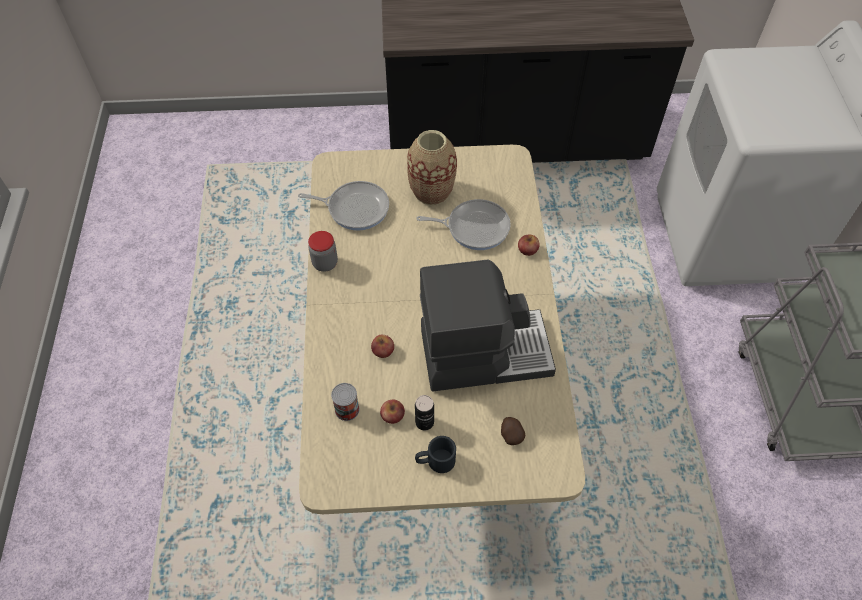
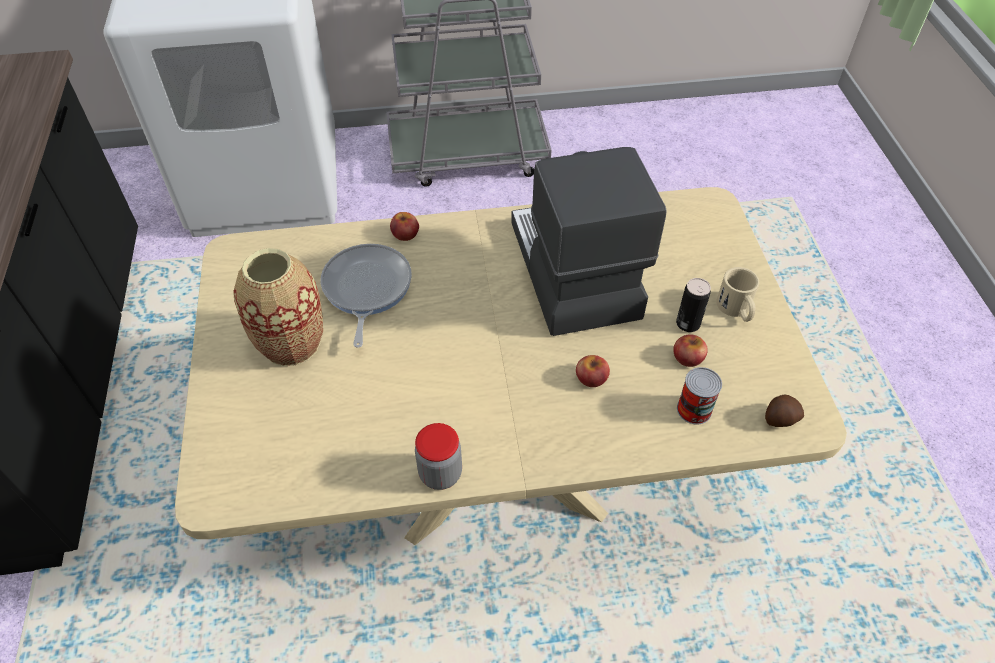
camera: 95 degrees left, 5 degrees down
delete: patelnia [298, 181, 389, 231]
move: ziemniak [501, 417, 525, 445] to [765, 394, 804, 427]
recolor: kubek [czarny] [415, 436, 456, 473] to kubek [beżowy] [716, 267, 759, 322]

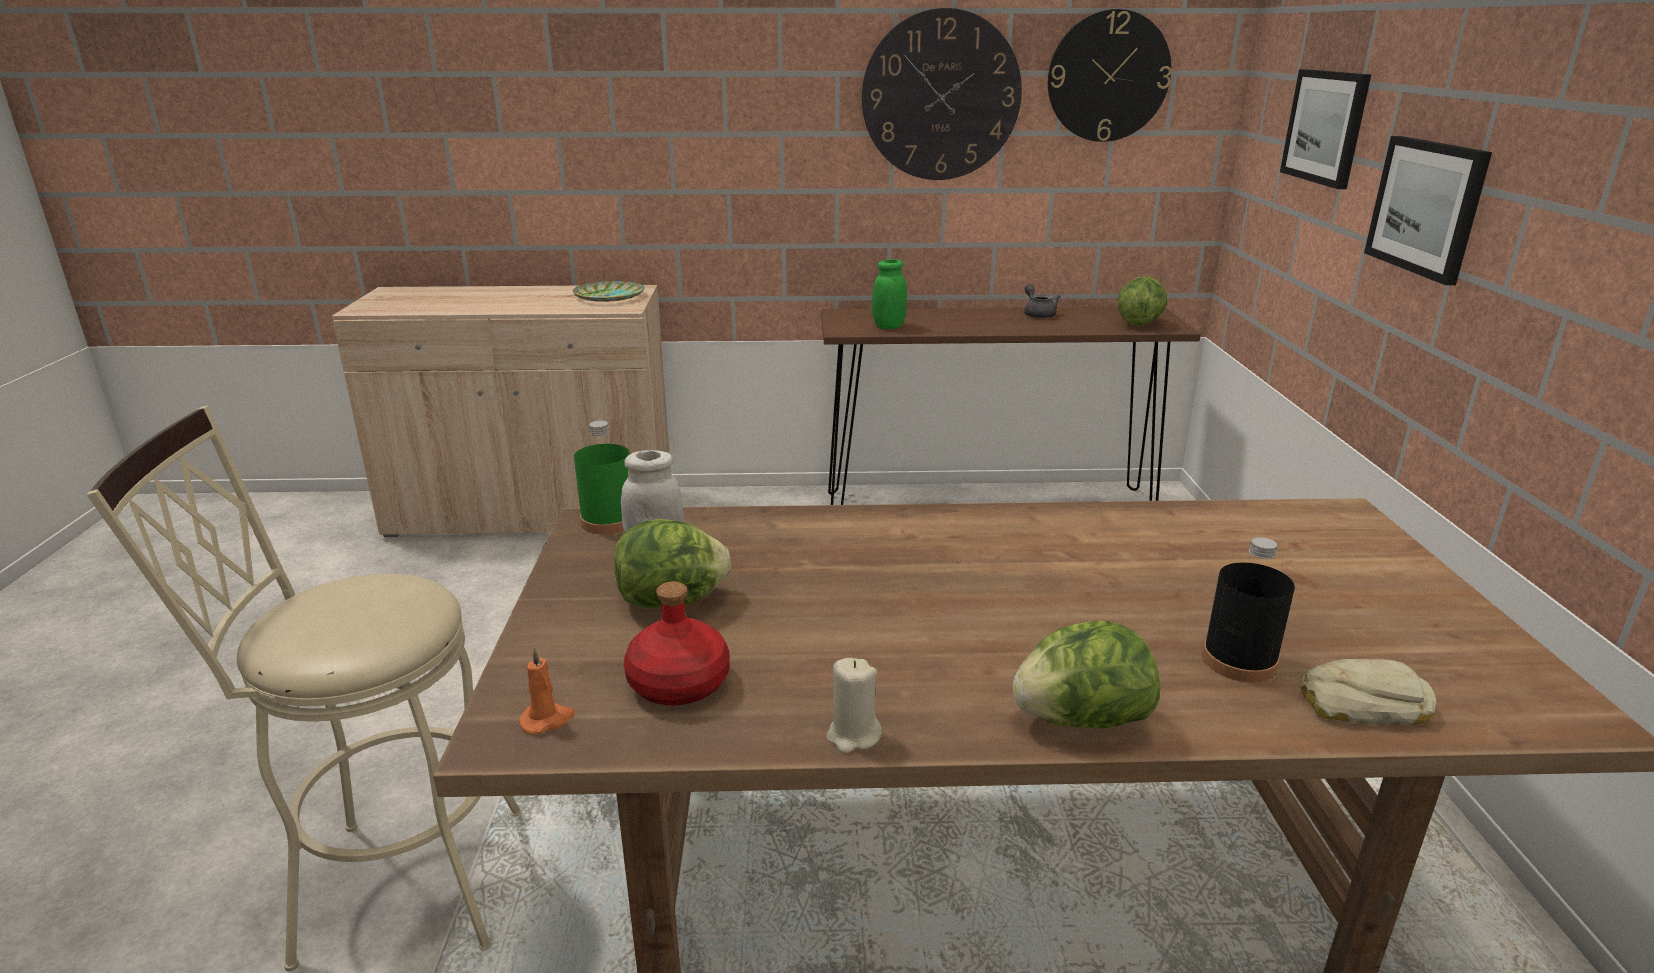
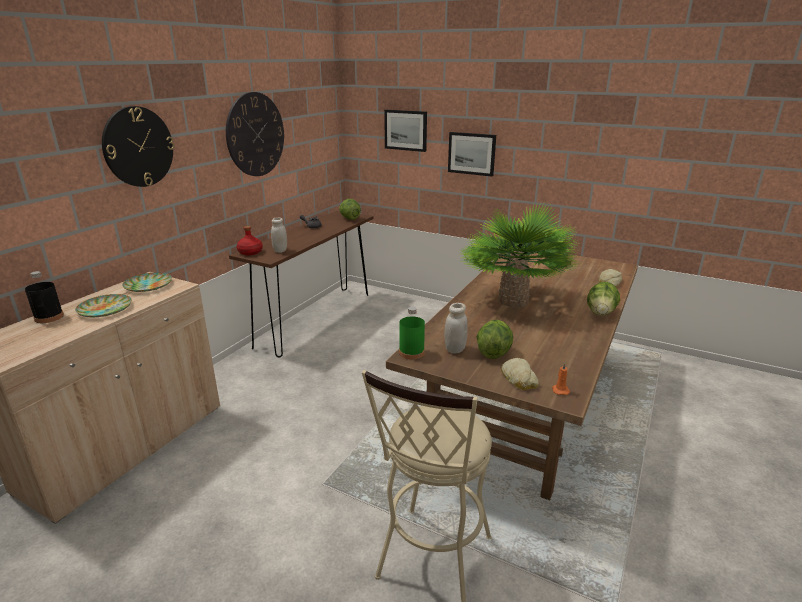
camera: 60 degrees left, 0 degrees up
delete: świeca [beżowy] [826, 658, 882, 753]
insert: talerz [75, 294, 132, 317]; roślina doniczkowa [459, 203, 579, 307]; chleb [501, 358, 539, 390]
move: butelka [czerwony] [624, 581, 730, 705] to [237, 226, 263, 255]; zegar ścienny [1048, 9, 1171, 142] to [102, 106, 174, 187]; butelka [czarny] [1202, 537, 1295, 683] to [25, 271, 64, 323]
recolor: słoik [zielony] [872, 259, 907, 329] to słoik [biały] [271, 217, 287, 253]

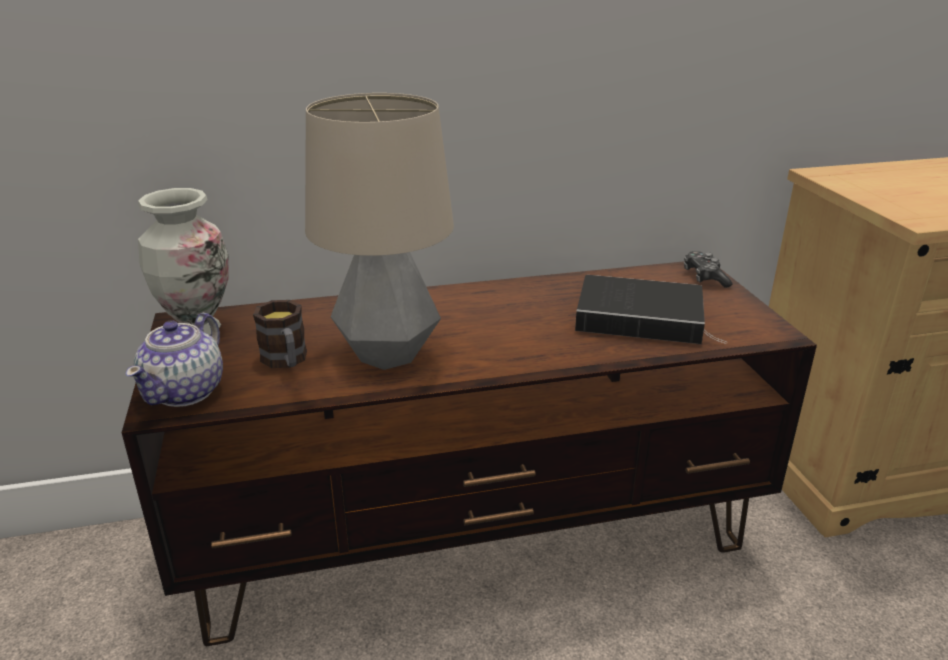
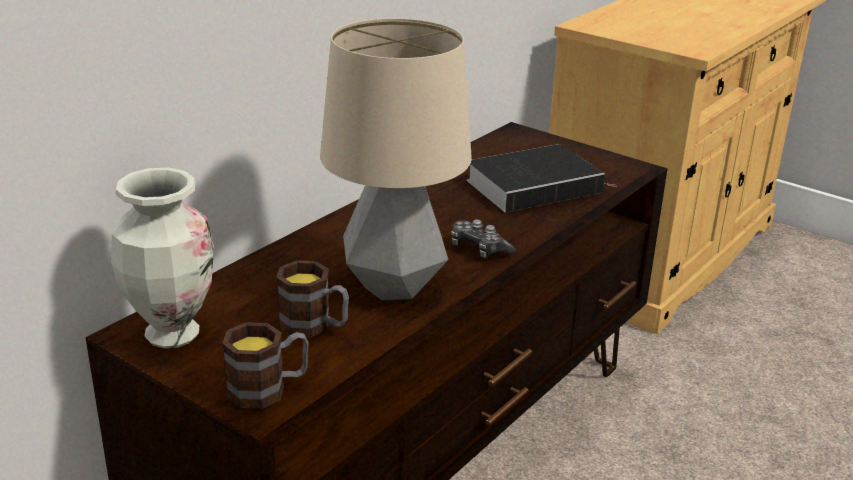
camera: 40 degrees left, 0 degrees up
move: pad do gier [684, 251, 733, 288] to [451, 219, 516, 258]
replace: imbryk [126, 313, 223, 407] to kubek [222, 322, 309, 409]

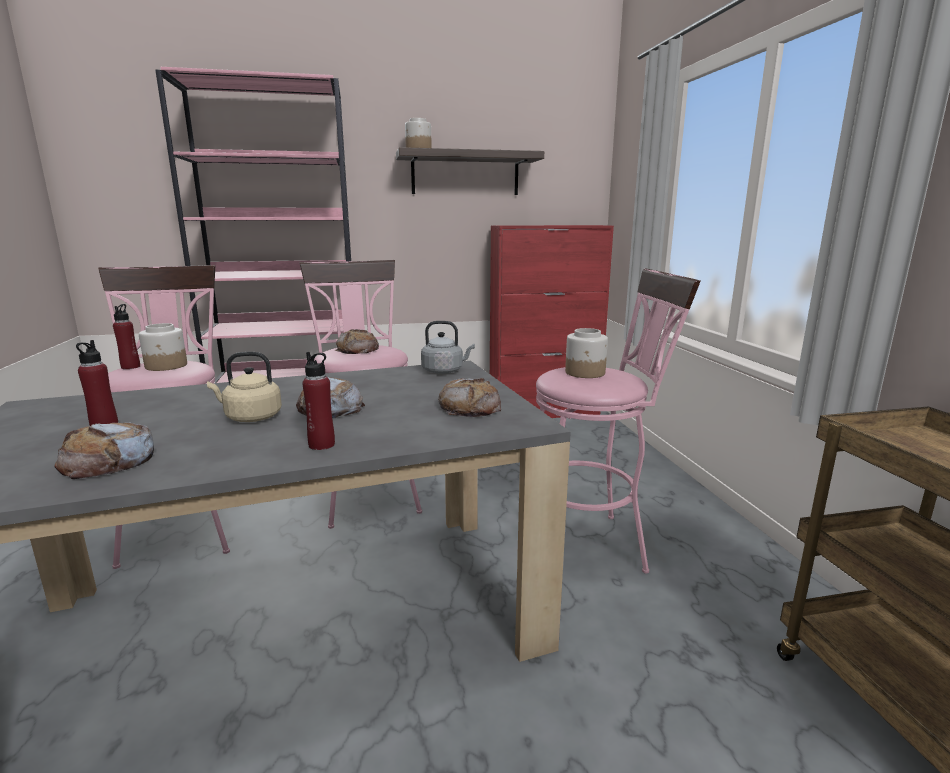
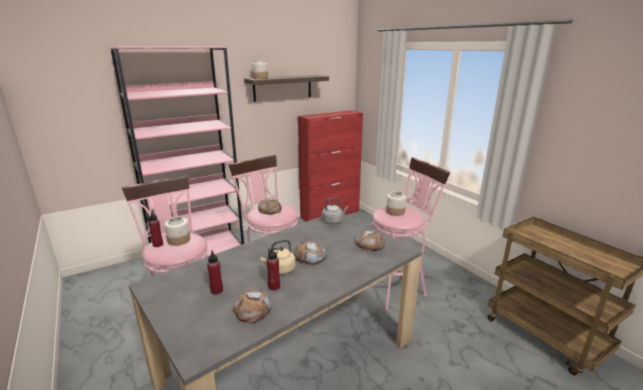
camera: 20 degrees left, 5 degrees up
move: butelka [czerwony] [302, 352, 335, 450] to [267, 248, 280, 290]

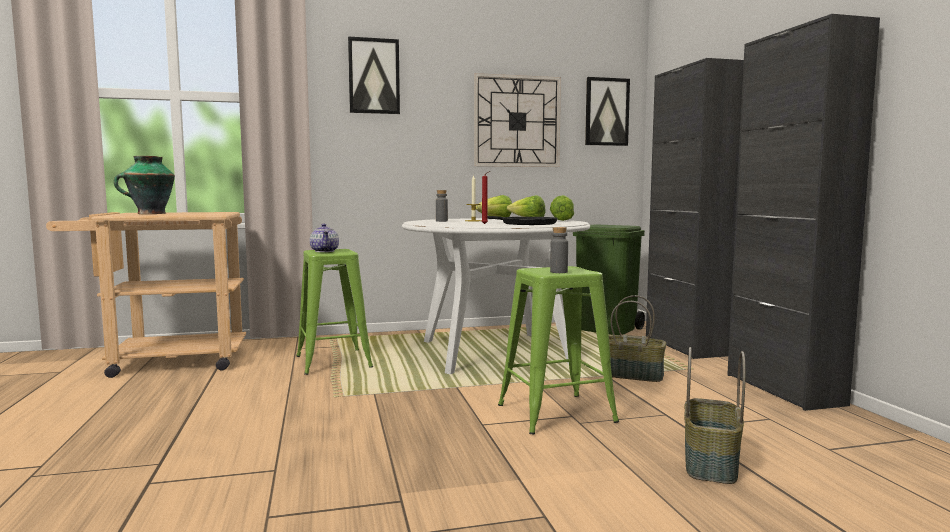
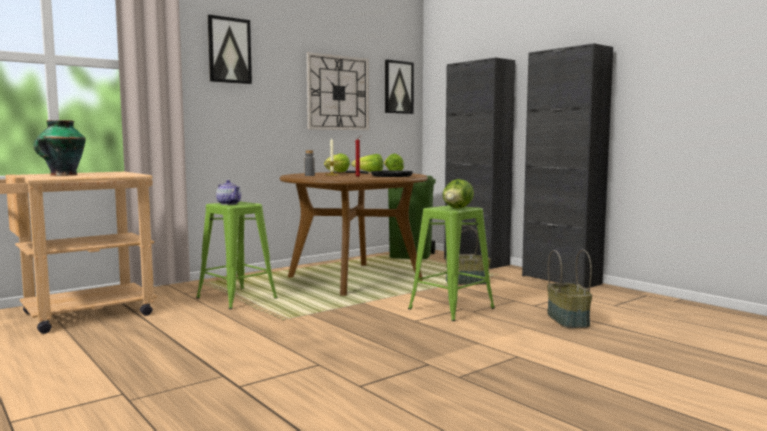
camera: 25 degrees left, 0 degrees up
replace: butelka [szary] [550, 227, 568, 273] to sałata [442, 179, 474, 209]
recolor: stół jadalny [biały] [402, 218, 590, 374] to stół jadalny [brązowy] [280, 172, 428, 296]

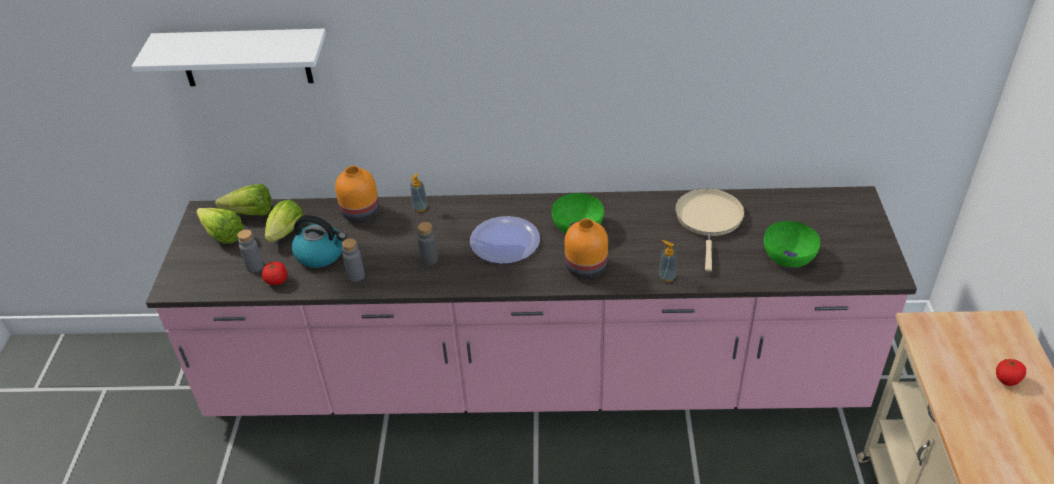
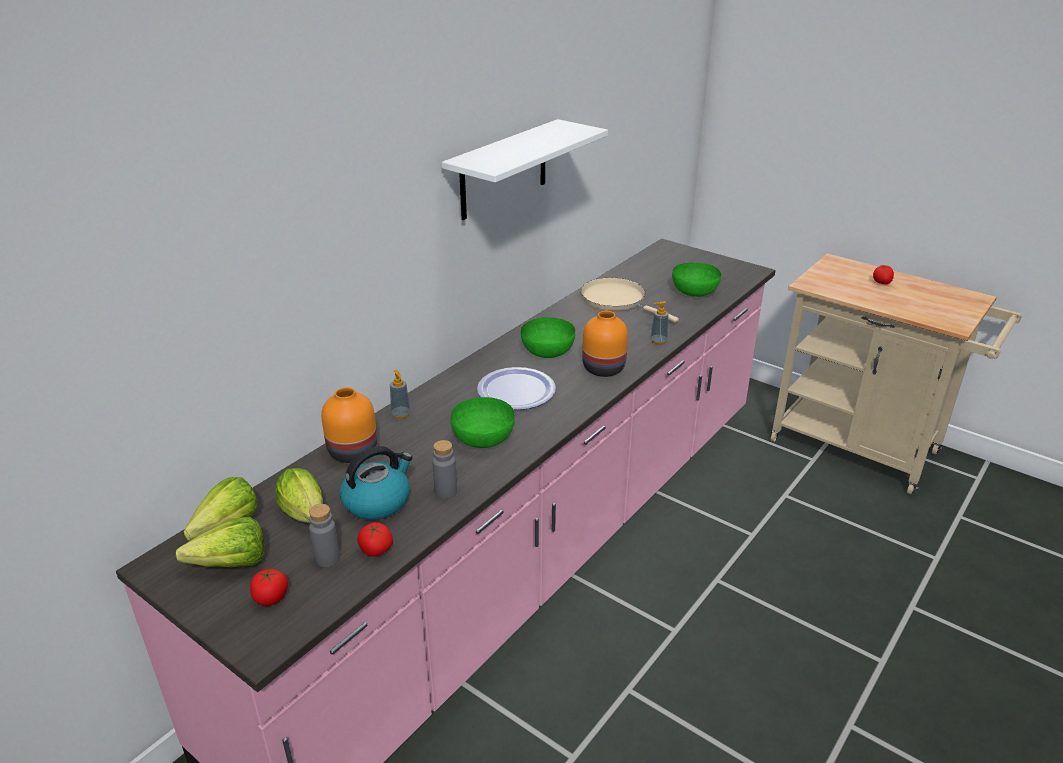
camera: 55 degrees left, 10 degrees down
insert: pomidor [250, 568, 288, 606]
move: półka [biały] [131, 29, 326, 86] to [442, 119, 608, 220]
replace: butelka [szary] [418, 222, 438, 265] to miska [zielony] [450, 397, 515, 448]

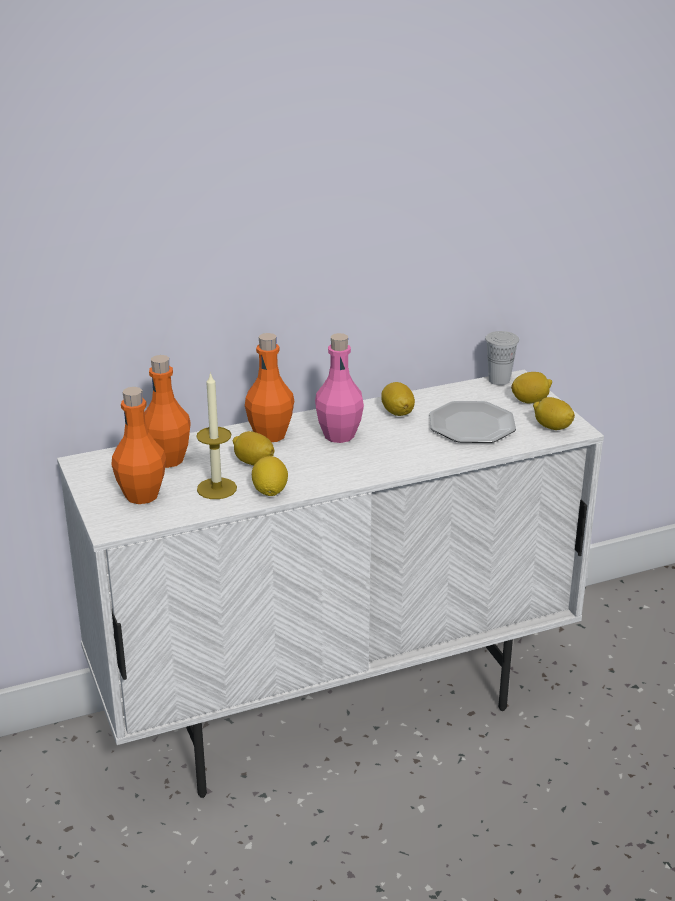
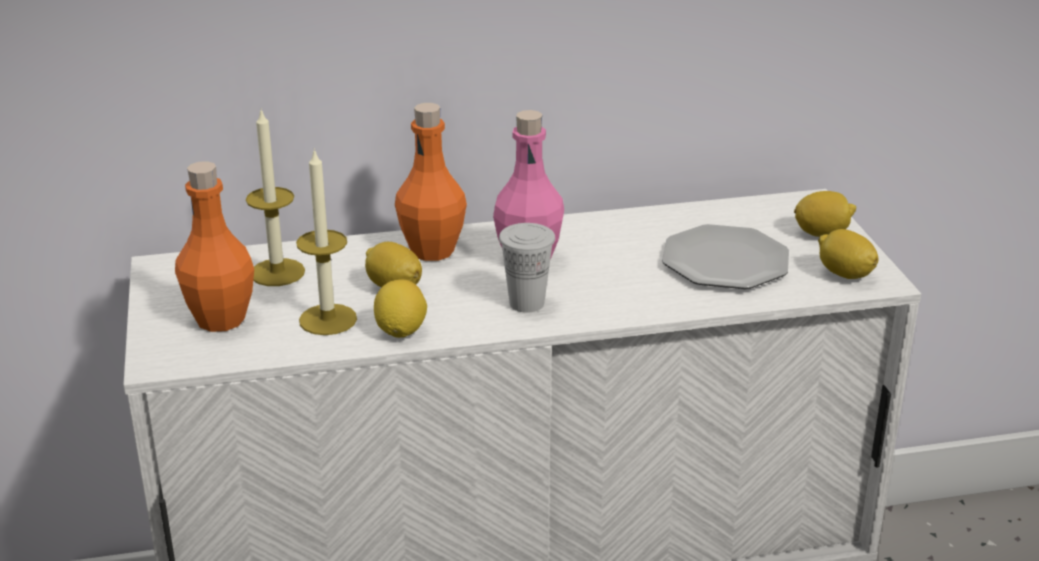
camera: 10 degrees right, 0 degrees up
delete: cytryna [381, 382, 415, 416]
move: filiżanka [biały] [485, 331, 519, 385] to [499, 223, 555, 313]
replace: butelka [pomarańczowy] [145, 355, 191, 468] to świeca [246, 108, 305, 286]

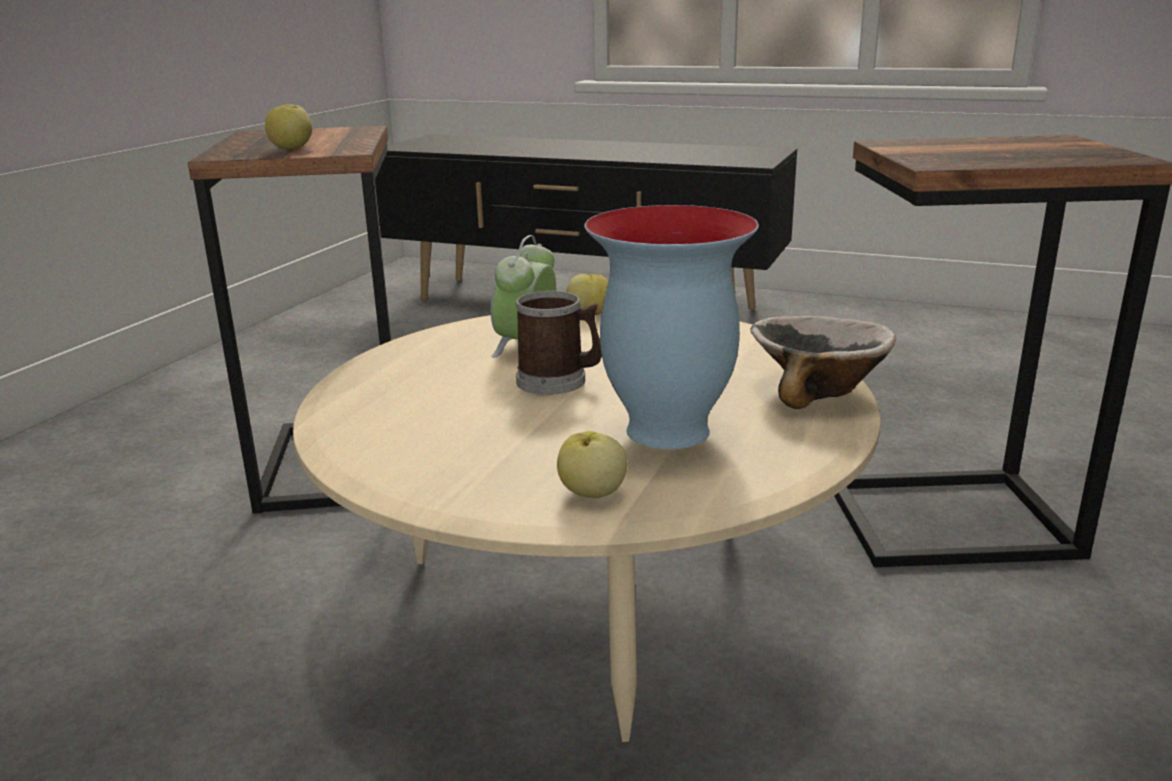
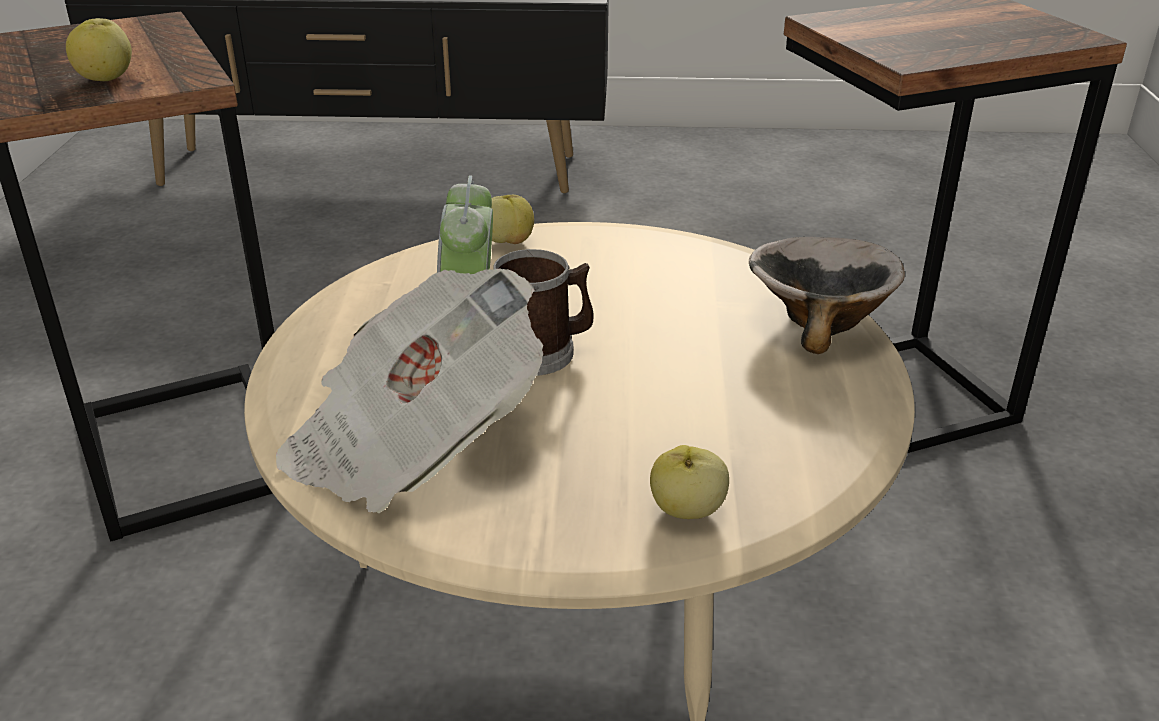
camera: 20 degrees left, 10 degrees up
delete: wazon [584, 205, 759, 449]
insert: gazeta [276, 269, 543, 513]

